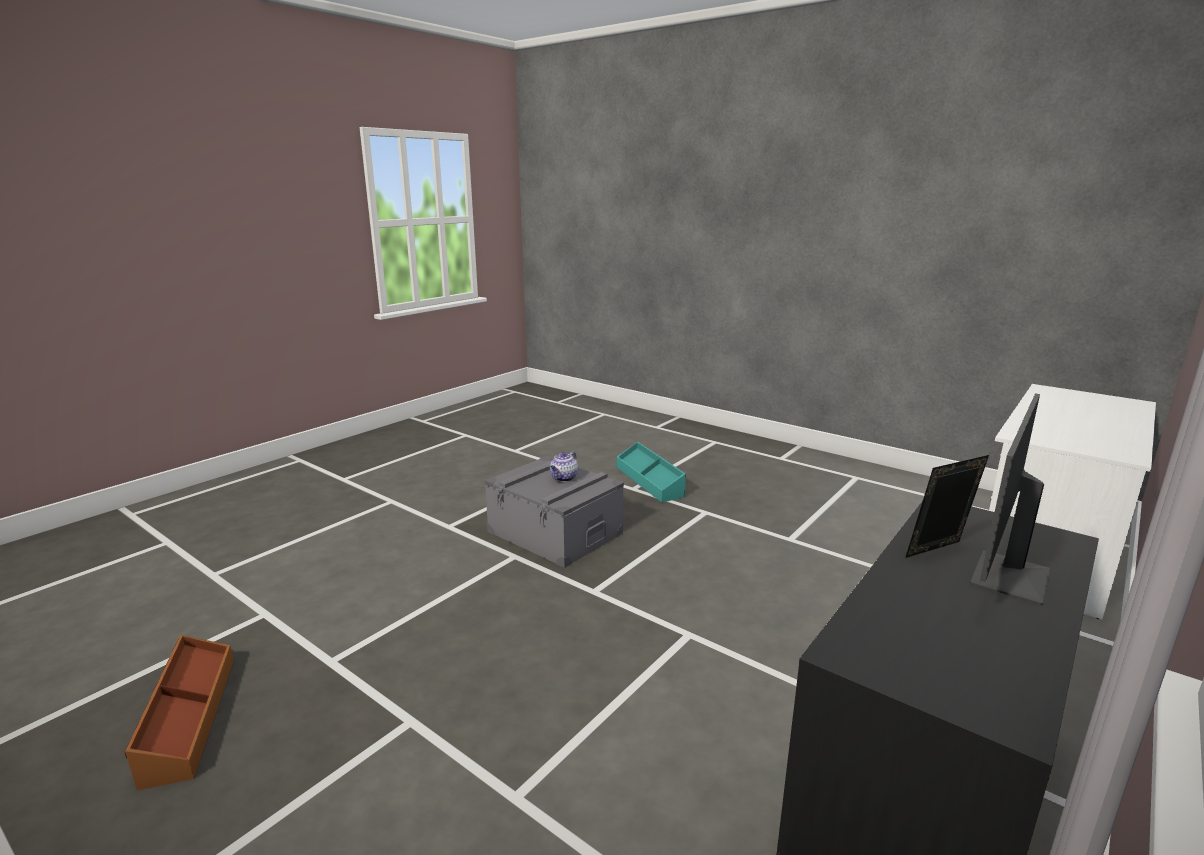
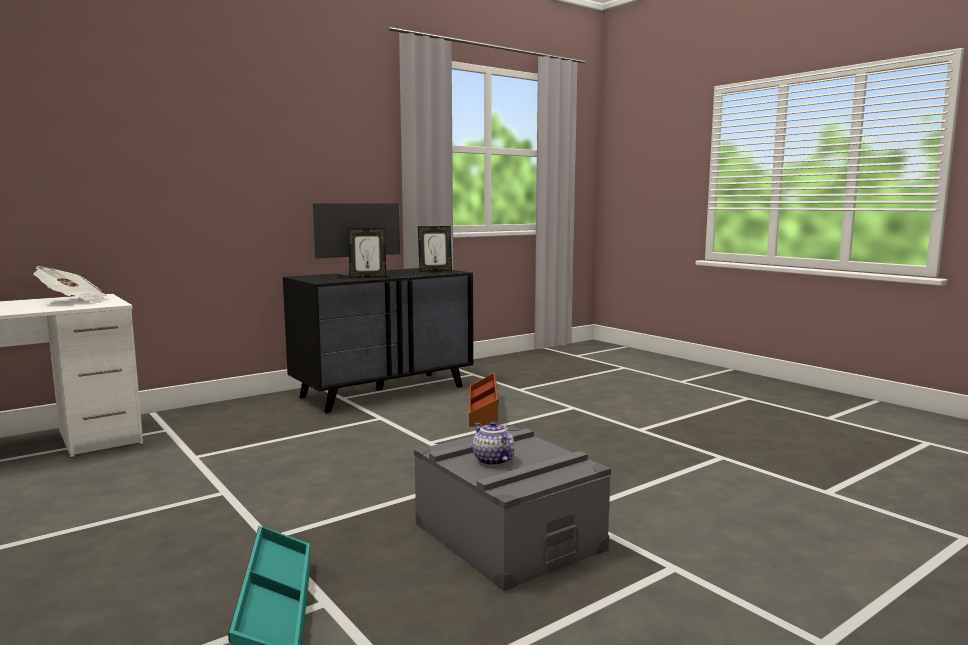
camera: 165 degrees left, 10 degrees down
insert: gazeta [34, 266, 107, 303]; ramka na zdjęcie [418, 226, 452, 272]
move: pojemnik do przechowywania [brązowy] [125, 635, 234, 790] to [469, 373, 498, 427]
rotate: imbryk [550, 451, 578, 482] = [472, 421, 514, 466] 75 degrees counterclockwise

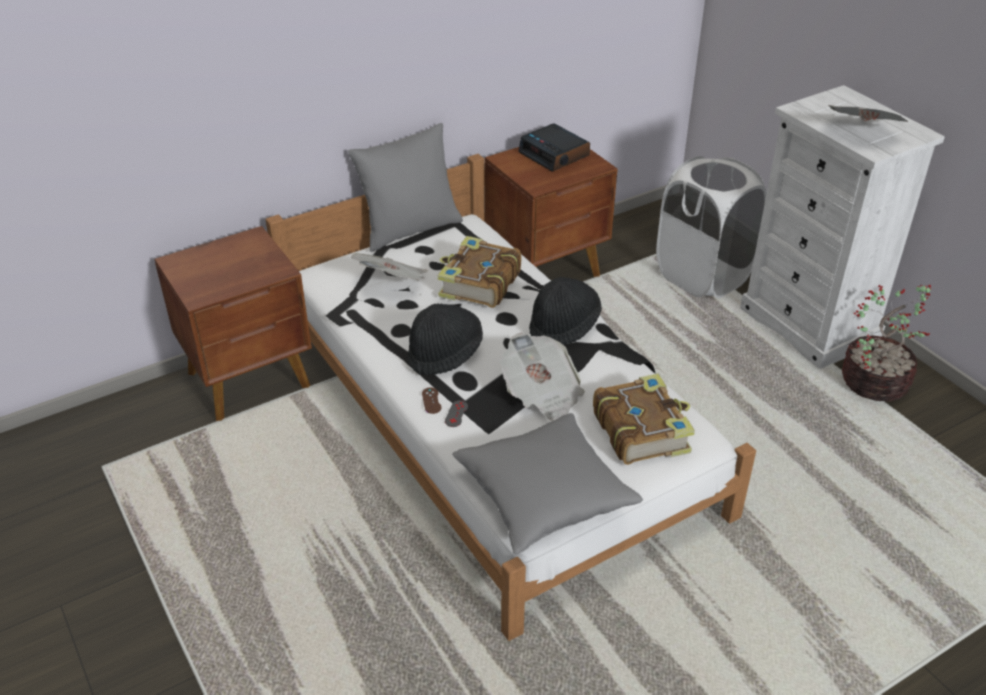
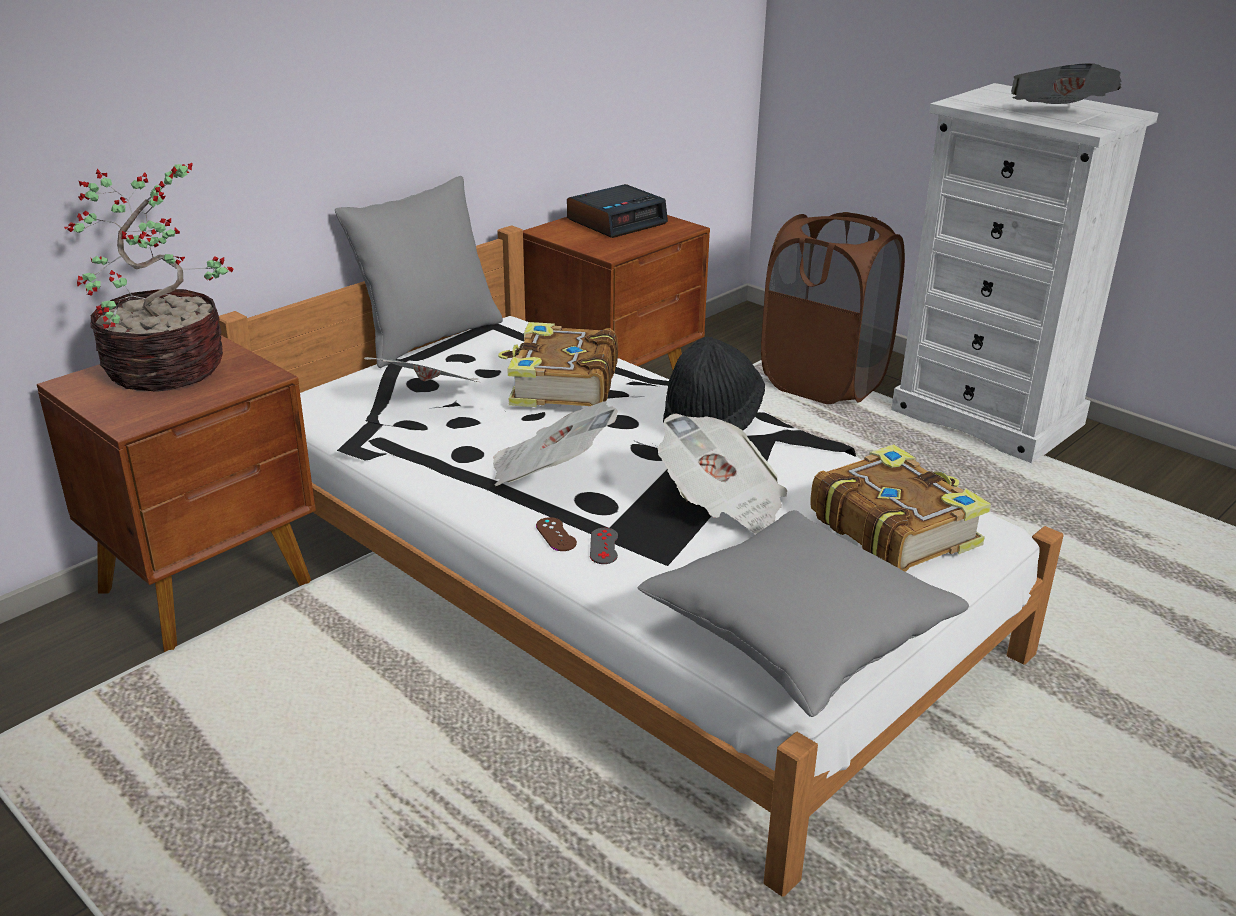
camera: 15 degrees left, 10 degrees down
move: roślina doniczkowa [842, 284, 931, 402] to [64, 163, 233, 392]
replace: kapelusz [czarny] [407, 303, 483, 375] to gazeta [493, 401, 617, 486]
recolor: kosz na pranie [biały] [656, 156, 767, 299] to kosz na pranie [brązowy] [761, 212, 905, 404]
rotate: budzik [518, 123, 590, 172] = [567, 184, 668, 238] 75 degrees counterclockwise

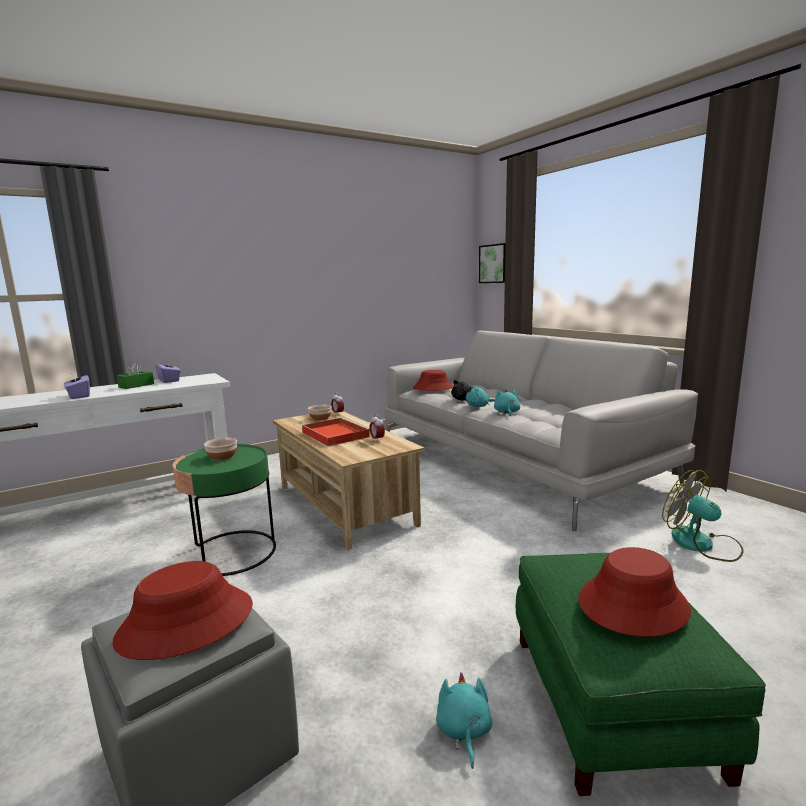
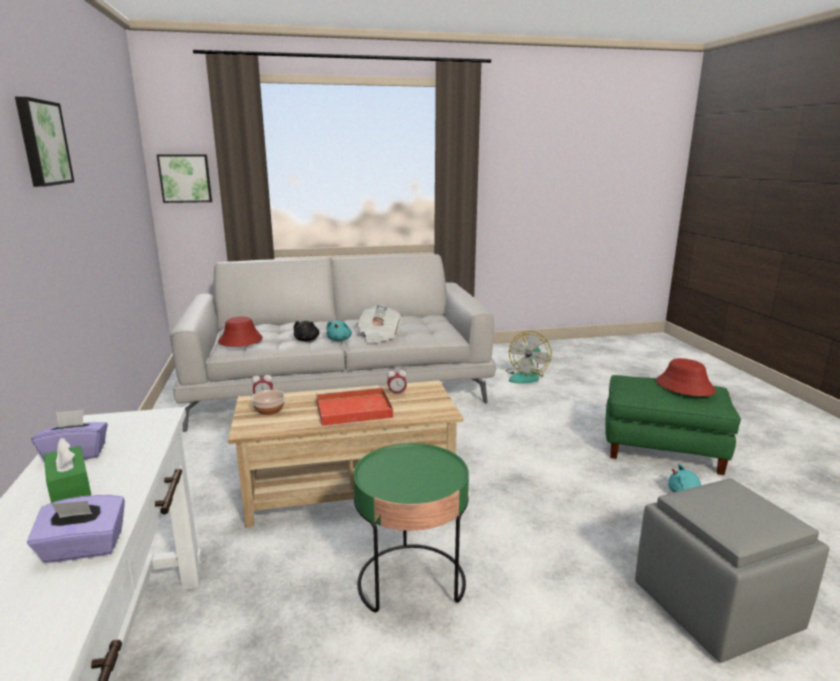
camera: 70 degrees left, 5 degrees up
delete: kapelusz [czerwony] [112, 561, 253, 660]; miska [204, 438, 237, 461]
insert: obraz [15, 97, 74, 187]
replace: pluszak [turkusowy] [494, 390, 520, 416] to gazeta [357, 305, 402, 343]
rotate: wentylator [662, 470, 744, 562] = [506, 331, 552, 383] 45 degrees counterclockwise

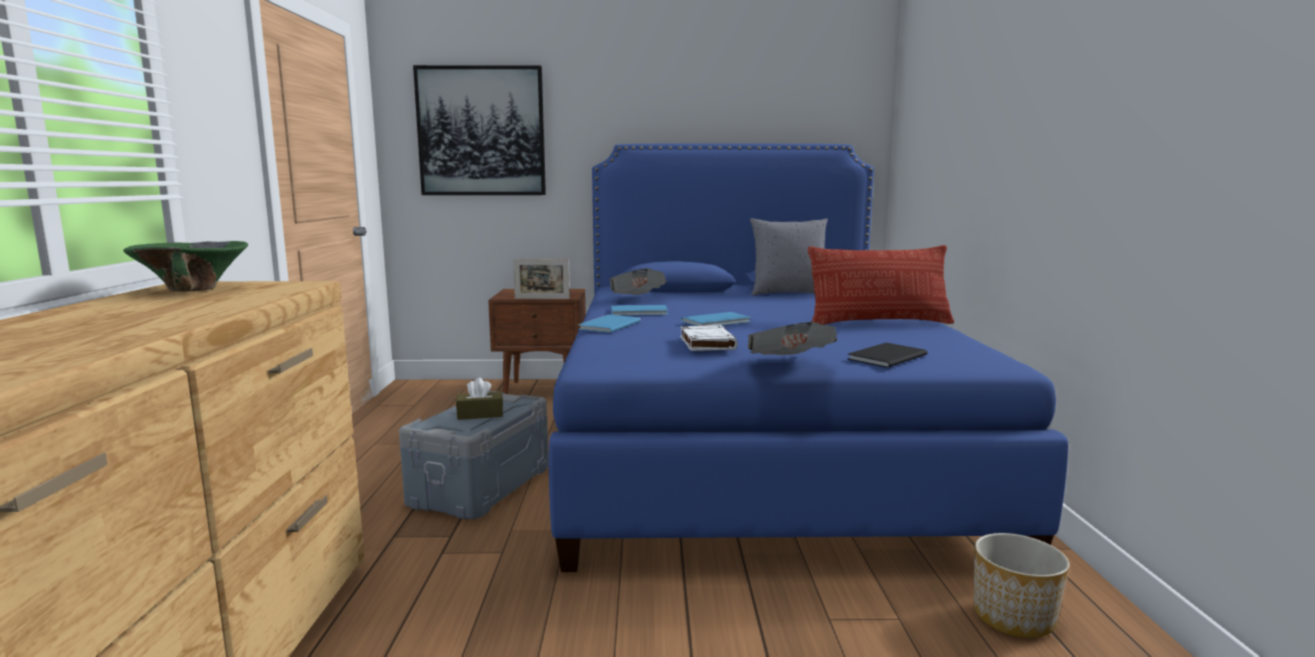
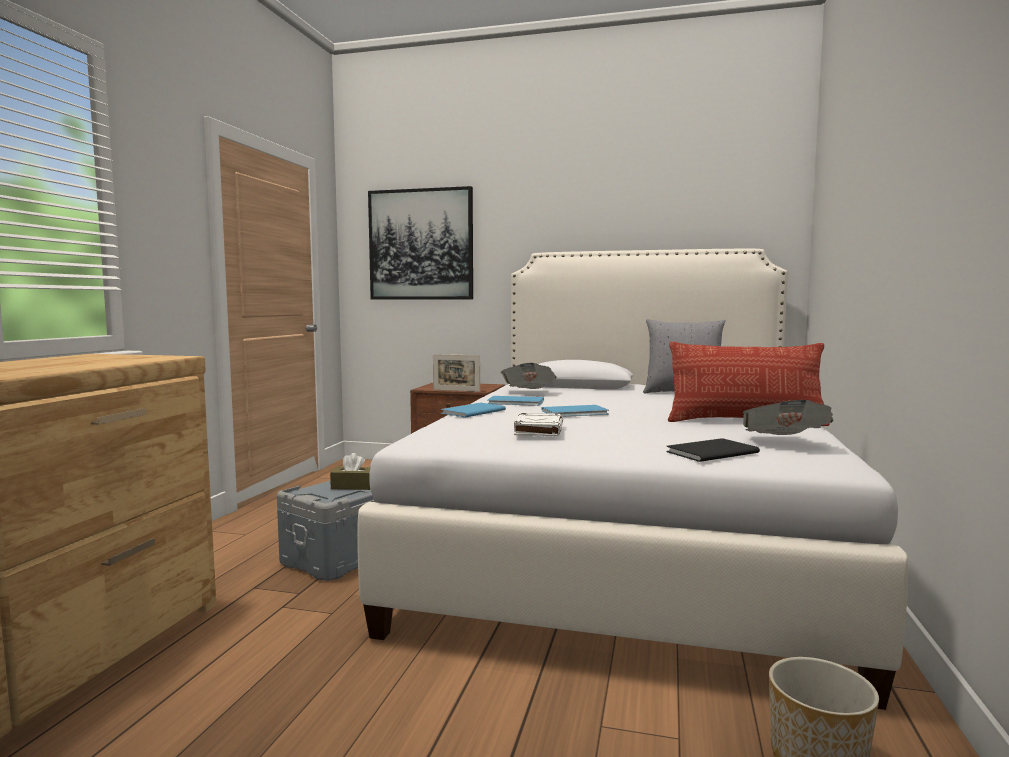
camera: 15 degrees right, 5 degrees down
delete: miska [zielony] [123, 241, 248, 291]
move: gazeta [747, 322, 837, 355] to [743, 400, 834, 435]
recolor: łóżko [niebieski] [549, 144, 1068, 572] to łóżko [biały] [357, 249, 908, 710]

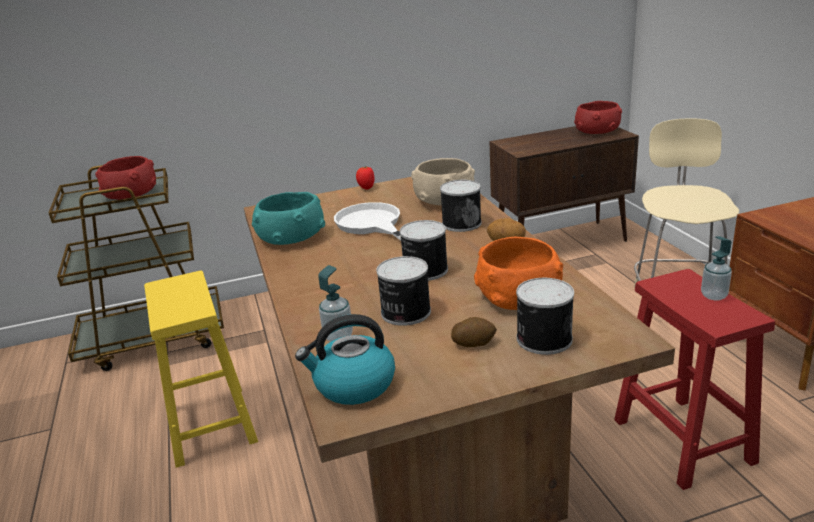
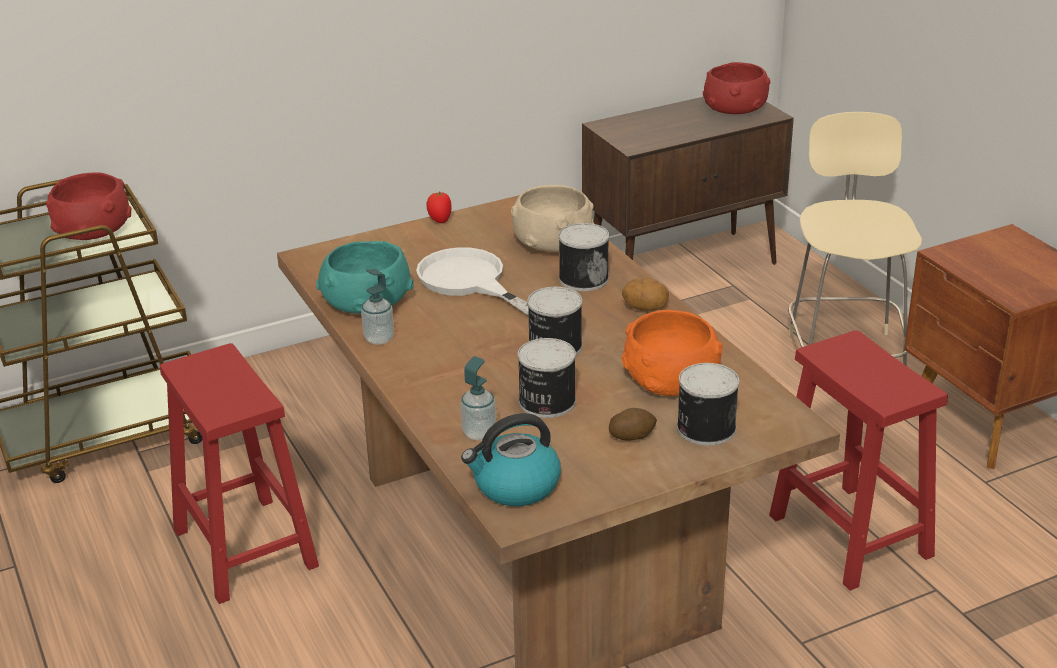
camera: 10 degrees left, 5 degrees up
move: dozownik mydła [701, 236, 732, 301] to [361, 269, 394, 345]
recolor: stołek [żółty] [144, 271, 258, 468] to stołek [czerwony] [160, 343, 319, 604]

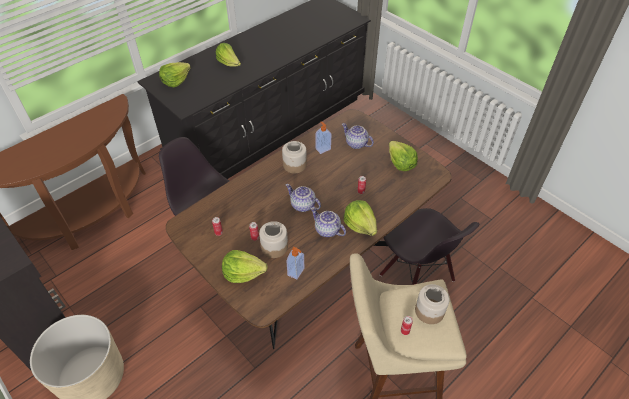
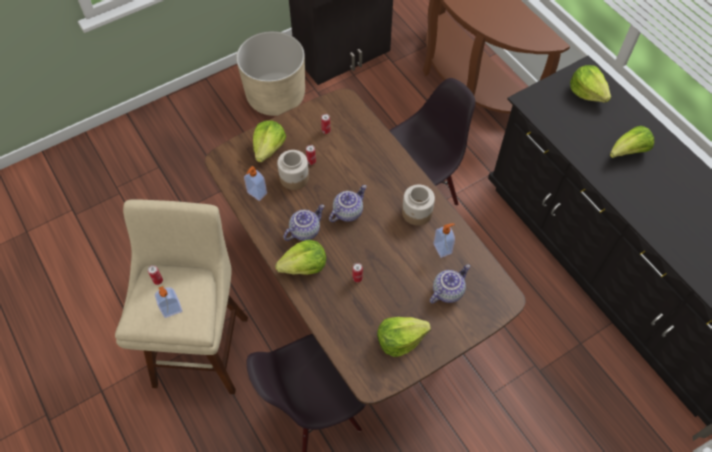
camera: 100 degrees right, 10 degrees up
replace: słoik [415, 284, 449, 324] to dozownik mydła [155, 286, 182, 318]

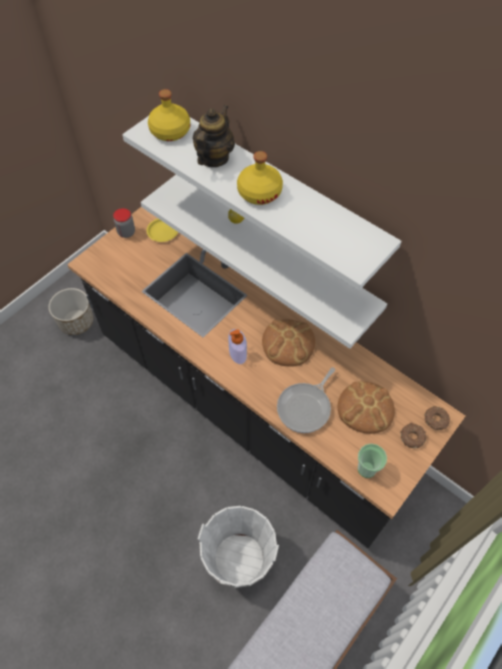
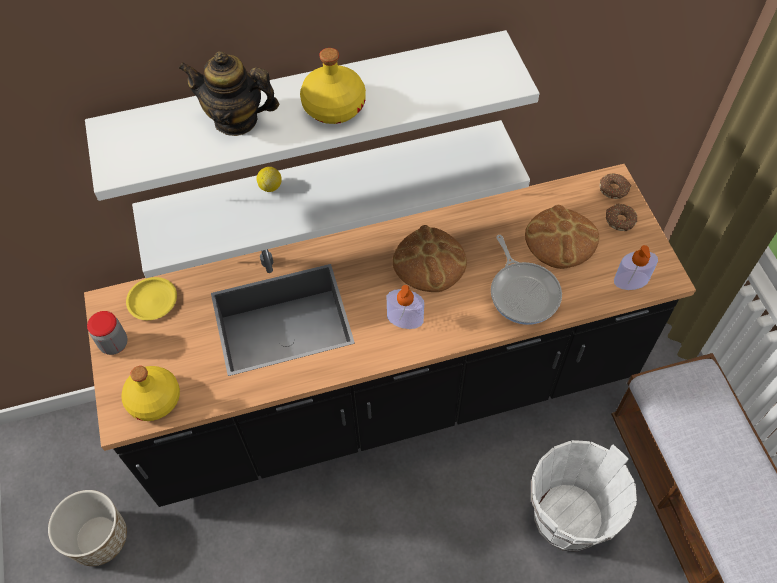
camera: 55 degrees left, 0 degrees up
move: butelka [żółty] [148, 89, 190, 141] to [121, 366, 180, 421]
replace: filiżanka [358, 444, 387, 478] to dozownik mydła [614, 245, 658, 290]
rotate: imbryk [193, 105, 235, 167] = [178, 51, 279, 136] 45 degrees counterclockwise

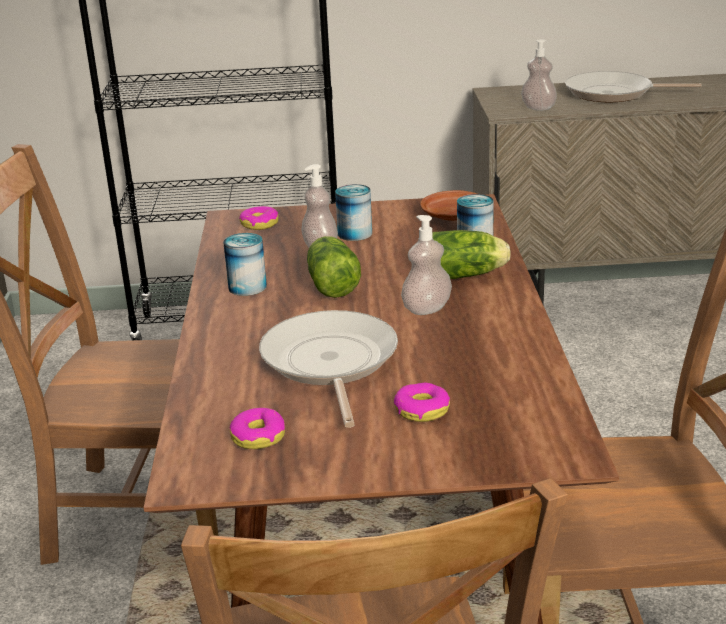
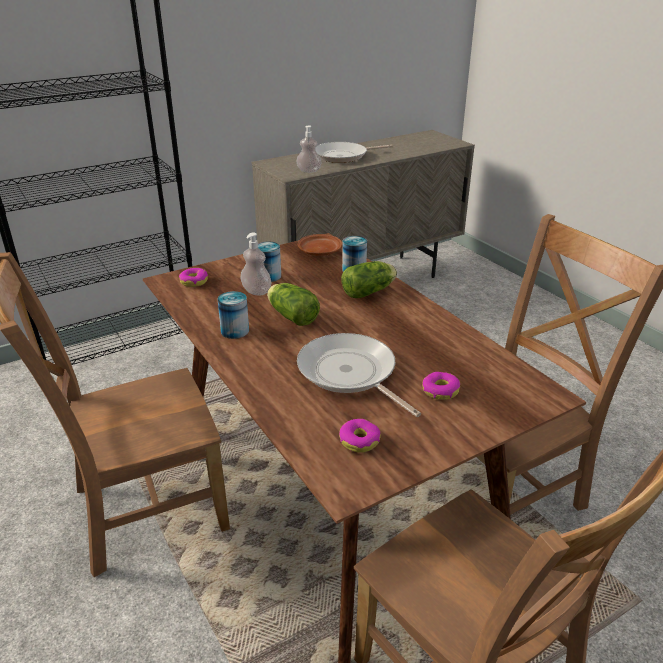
camera: 30 degrees left, 5 degrees up
delete: dozownik mydła [401, 215, 452, 315]

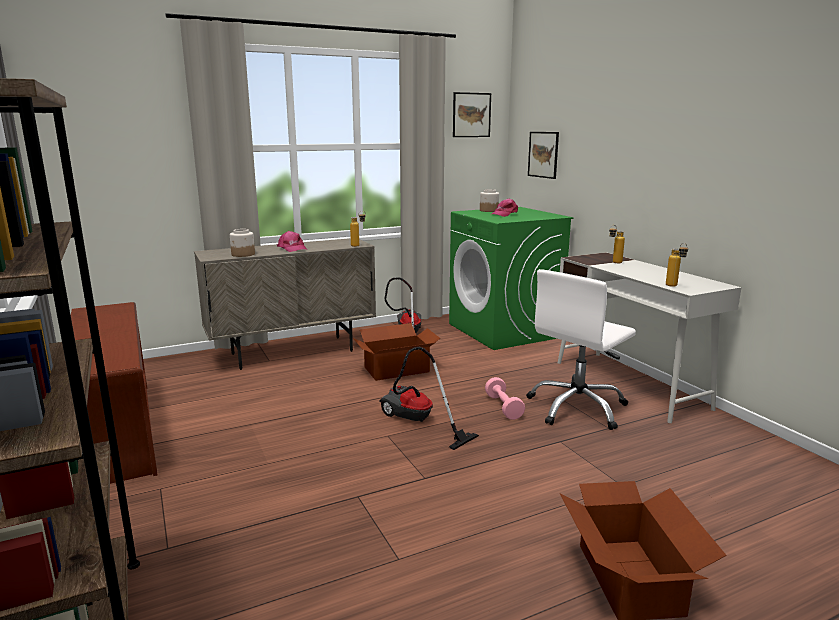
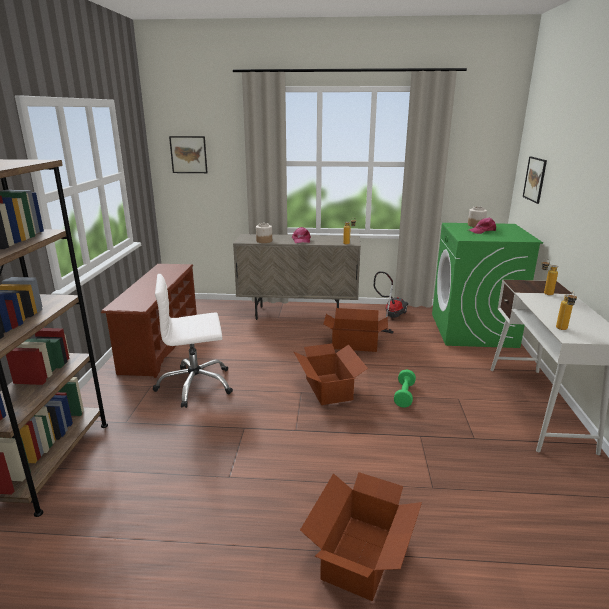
camera: 30 degrees right, 5 degrees up
move: obraz [453, 92, 491, 137] to [169, 136, 208, 173]; krzesło biurowe [biały] [527, 269, 636, 430] to [153, 274, 233, 408]
replace: odkurzacz [380, 347, 479, 450] to karton [293, 343, 368, 405]
recolor: hantel [różowy] [485, 377, 525, 420] to hantel [zielony] [394, 370, 416, 408]

